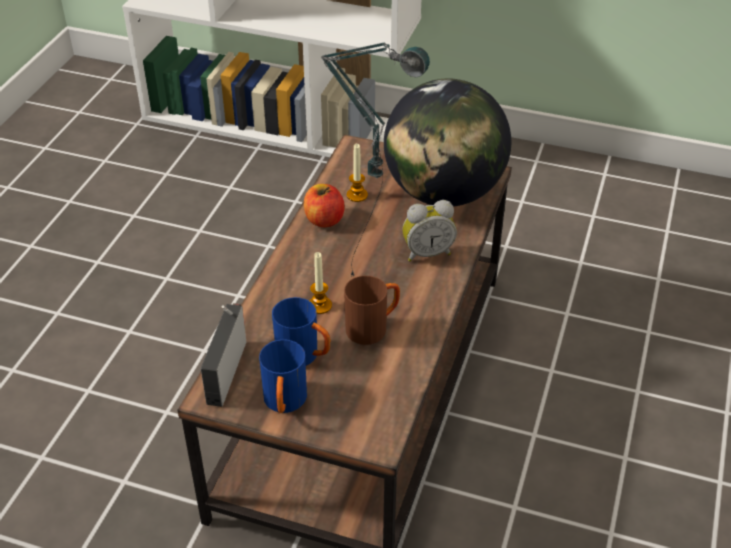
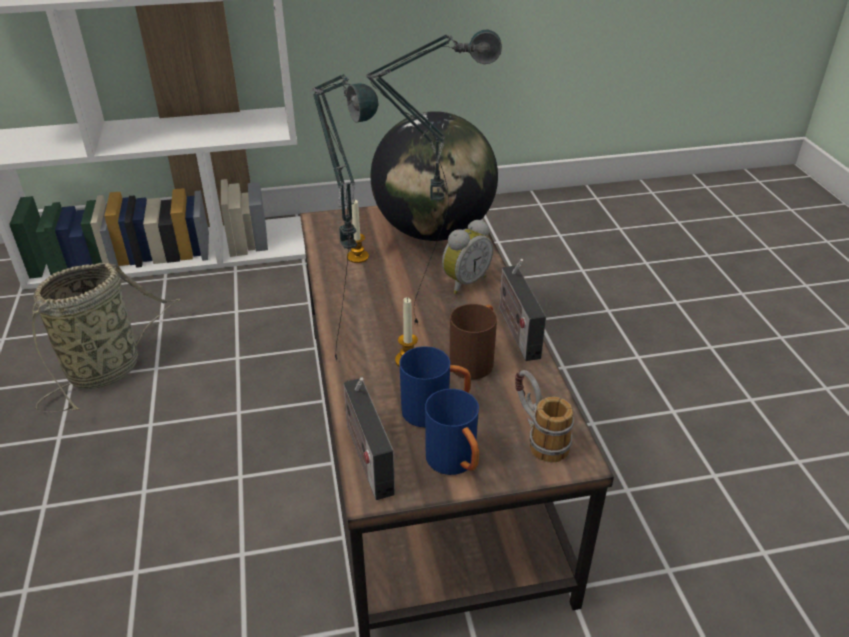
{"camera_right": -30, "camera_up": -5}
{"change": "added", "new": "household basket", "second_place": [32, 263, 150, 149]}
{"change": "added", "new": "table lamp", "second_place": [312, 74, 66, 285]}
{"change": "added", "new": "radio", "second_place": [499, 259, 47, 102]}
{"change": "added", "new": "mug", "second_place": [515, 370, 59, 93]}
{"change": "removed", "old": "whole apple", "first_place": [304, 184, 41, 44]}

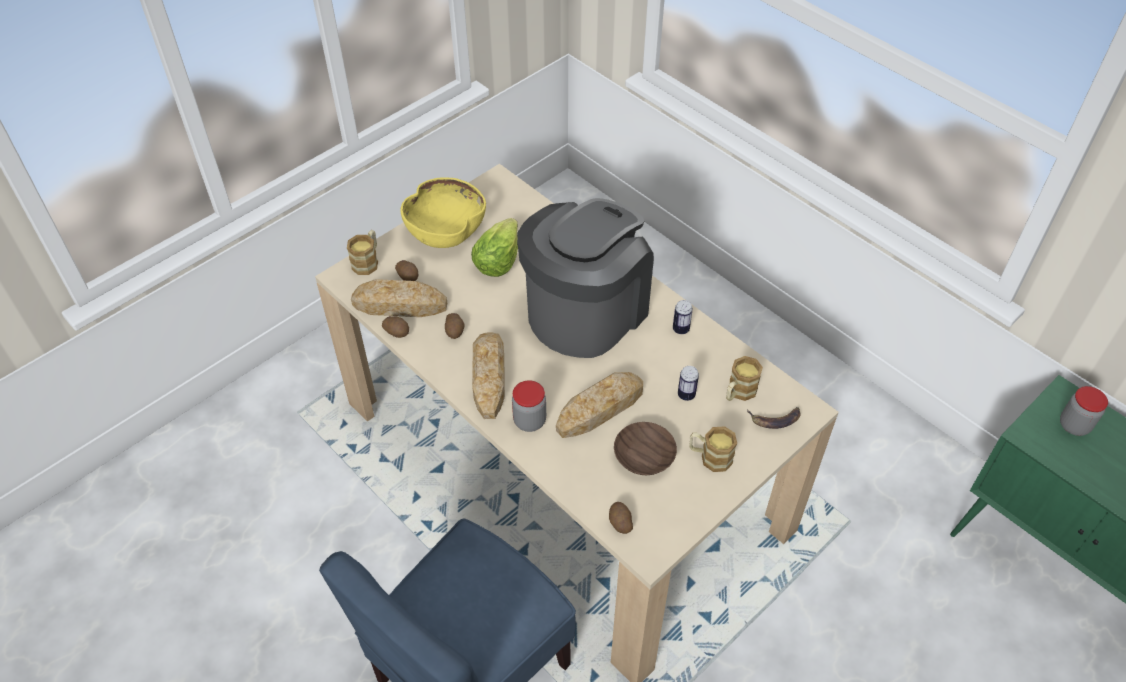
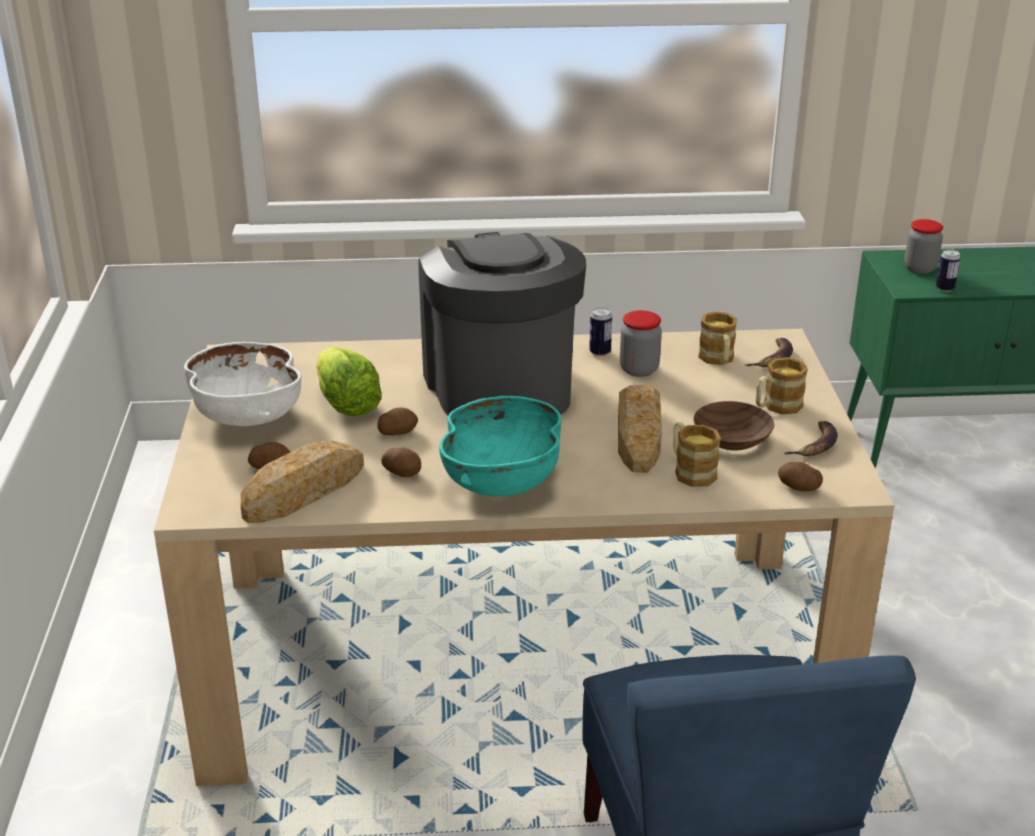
{"camera_right": -50, "camera_up": -20}
{"change": "recoloured", "old": "serving bowl (yellow-coloured)", "new": "serving bowl (whitish)", "first_place": [401, 177, 85, 71], "second_place": [184, 342, 117, 84]}
{"change": "moved", "old": "spud", "first_place": [382, 316, 27, 22], "second_place": [377, 408, 41, 28]}
{"change": "replaced", "old": "bread", "new": "serving bowl (turquoise)", "first_place": [472, 332, 33, 87], "second_place": [439, 396, 122, 100]}
{"change": "moved", "old": "preserve jar", "first_place": [512, 380, 34, 52], "second_place": [620, 310, 42, 67]}
{"change": "moved", "old": "mug", "first_place": [347, 230, 31, 45], "second_place": [673, 422, 48, 65]}
{"change": "added", "new": "banana fruit", "second_place": [783, 421, 55, 35]}
{"change": "moved", "old": "metal can", "first_place": [678, 366, 21, 35], "second_place": [936, 249, 25, 43]}

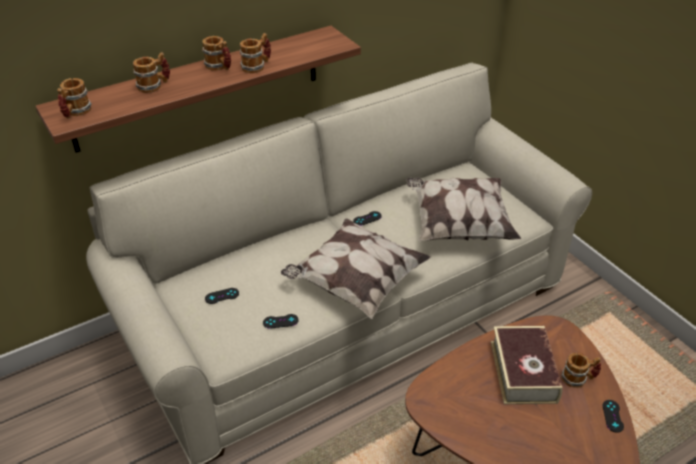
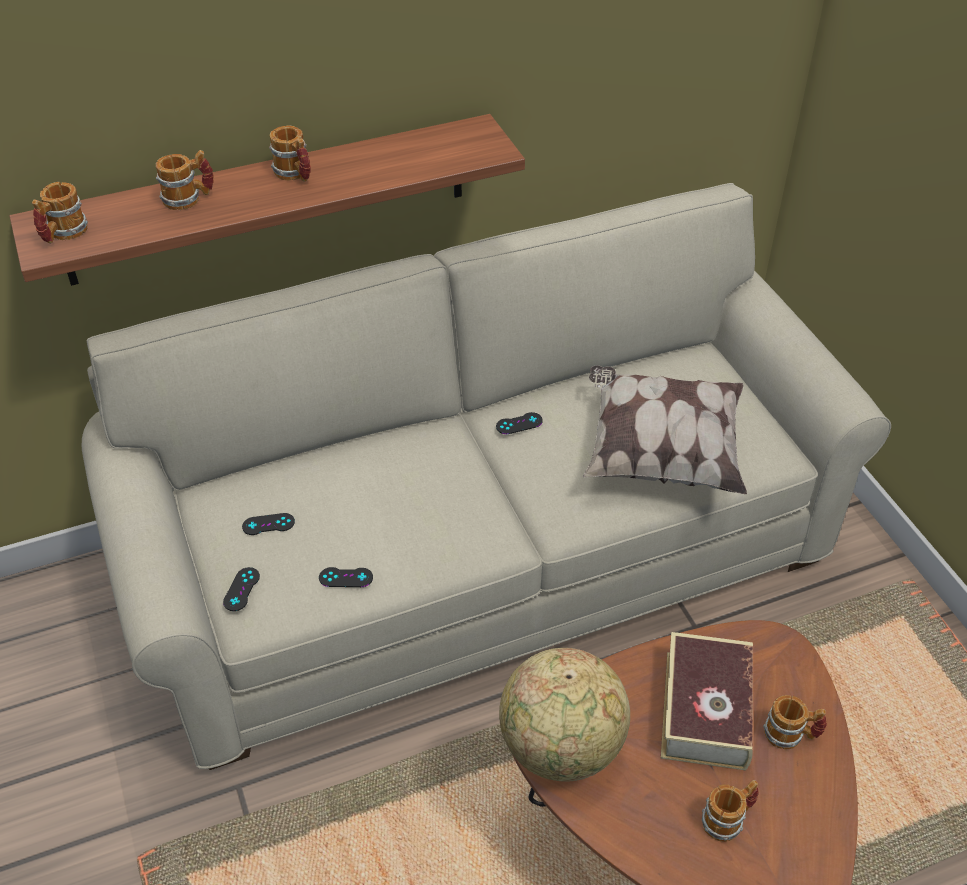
{"camera_right": 10, "camera_up": 5}
{"change": "moved", "old": "gamepad (black)", "first_place": [603, 400, 21, 33], "second_place": [223, 567, 37, 44]}
{"change": "added", "new": "desk globe", "second_place": [499, 648, 131, 134]}
{"change": "moved", "old": "mug", "first_place": [240, 33, 31, 40], "second_place": [702, 780, 57, 62]}
{"change": "removed", "old": "cushion", "first_place": [281, 218, 150, 101]}

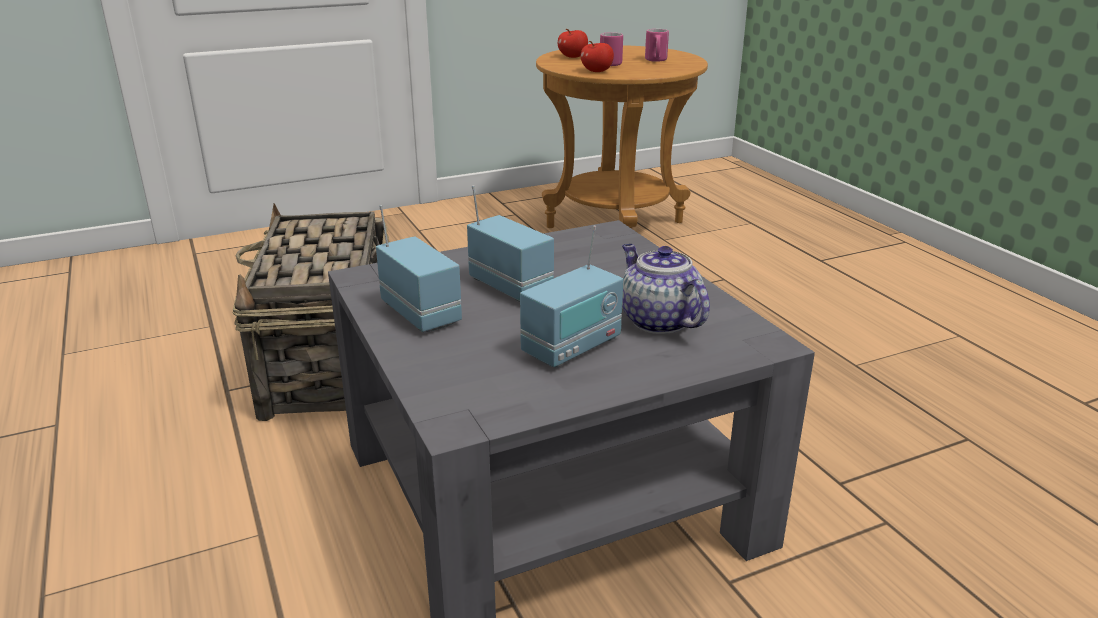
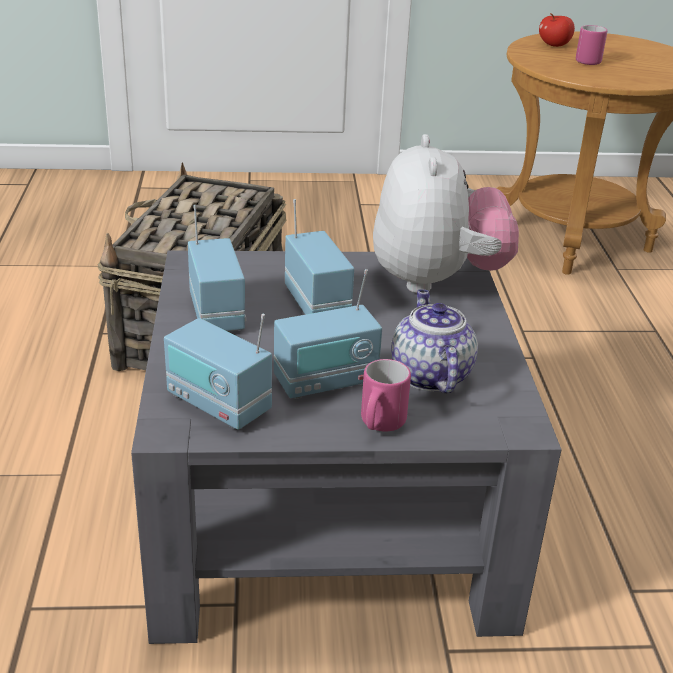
{"camera_right": 20, "camera_up": 5}
{"change": "added", "new": "radio", "second_place": [164, 314, 108, 116]}
{"change": "moved", "old": "mug (pinkish)", "first_place": [645, 29, 24, 33], "second_place": [361, 359, 50, 73]}
{"change": "added", "new": "plush toy", "second_place": [373, 134, 146, 160]}
{"change": "removed", "old": "whole apple", "first_place": [581, 41, 33, 31]}

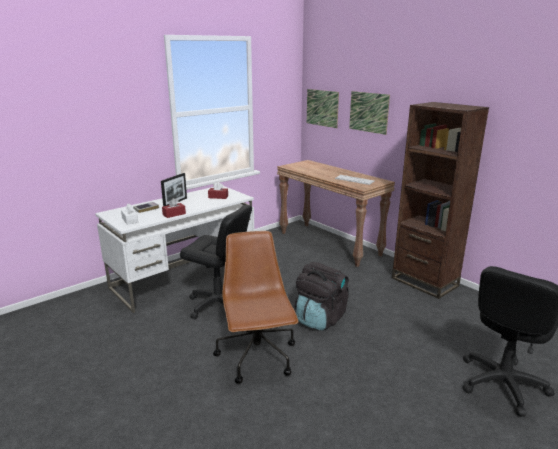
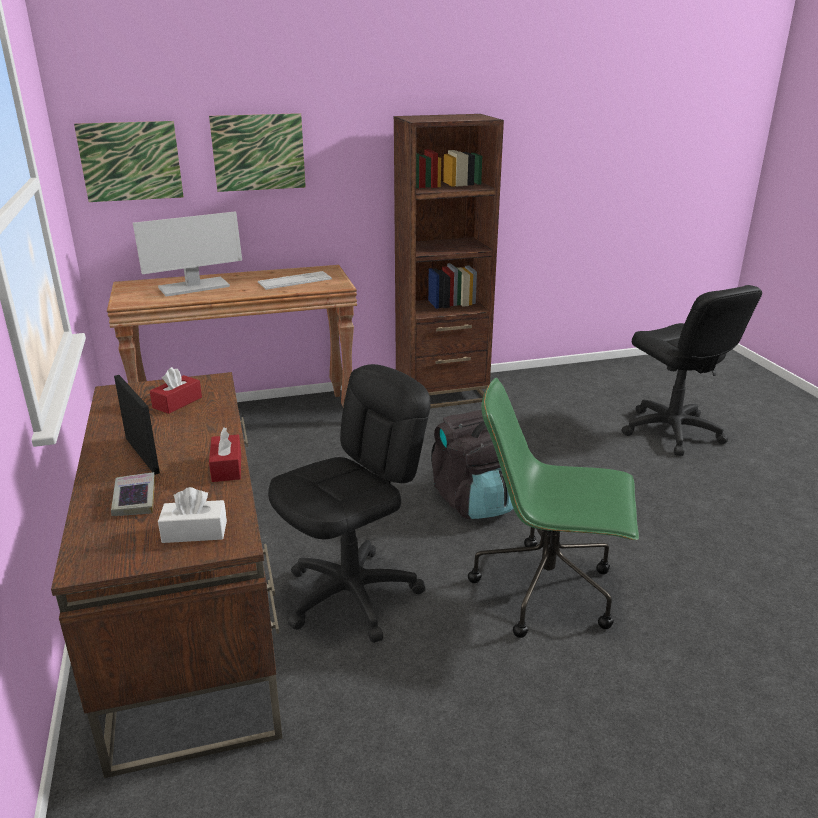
{"camera_right": -65, "camera_up": 5}
{"change": "recoloured", "old": "desk unit (whitish)", "new": "desk unit (brown)", "first_place": [95, 186, 159, 127], "second_place": [51, 372, 231, 406]}
{"change": "added", "new": "computer display", "second_place": [133, 211, 109, 86]}
{"change": "recoloured", "old": "office chair (brown)", "new": "office chair (green)", "first_place": [213, 231, 85, 153], "second_place": [468, 378, 171, 260]}

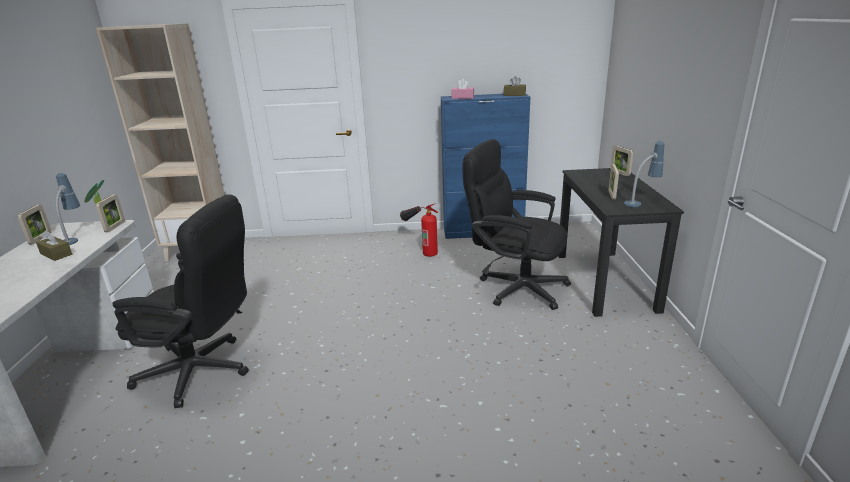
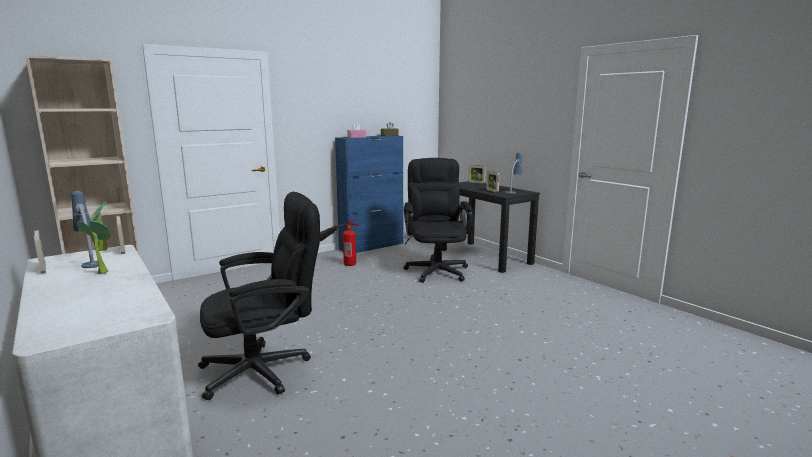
{"camera_right": -35, "camera_up": -10}
{"change": "replaced", "old": "box of tissues (brown)", "new": "houseplant", "first_place": [36, 230, 36, 31], "second_place": [76, 221, 35, 53]}
{"change": "turned", "old": "office chair (black)", "first_place": [462, 139, 109, 171], "second_place": [404, 158, 68, 125], "degrees": 90}

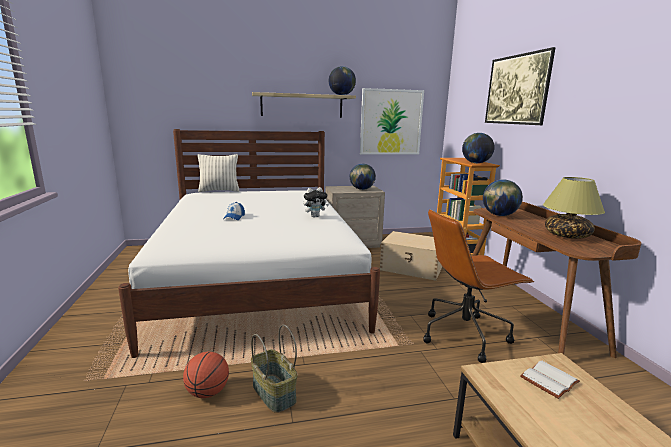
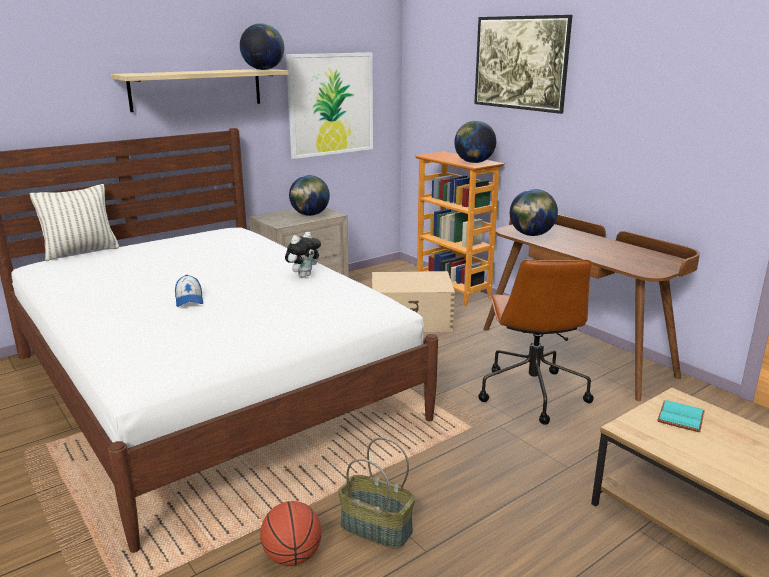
{"camera_right": -25, "camera_up": 5}
{"change": "turned", "old": "office chair (brown)", "first_place": [423, 209, 111, 154], "second_place": [478, 260, 116, 165], "degrees": -45}
{"change": "recoloured", "old": "volume (whitish)", "new": "volume (turquoise)", "first_place": [520, 361, 60, 38], "second_place": [657, 400, 48, 32]}
{"change": "removed", "old": "table lamp", "first_place": [543, 177, 62, 62]}

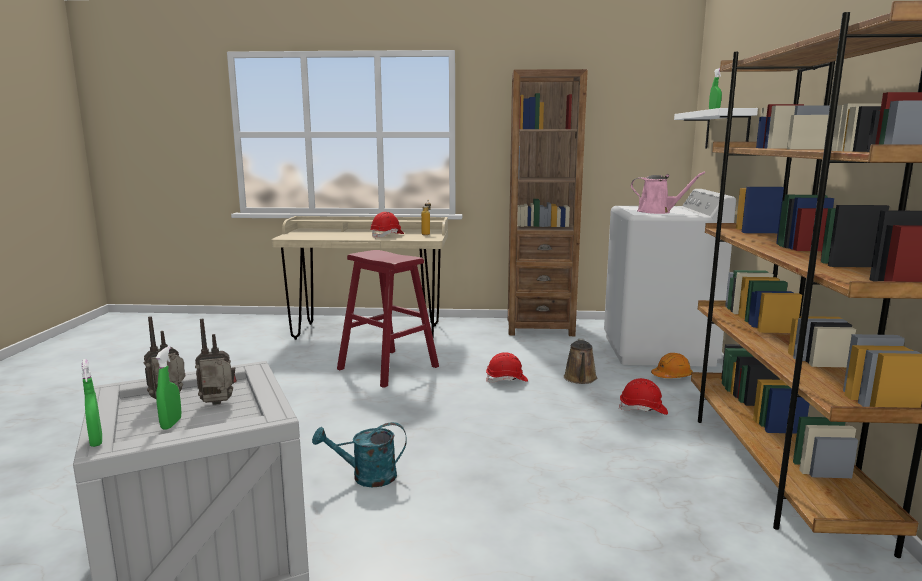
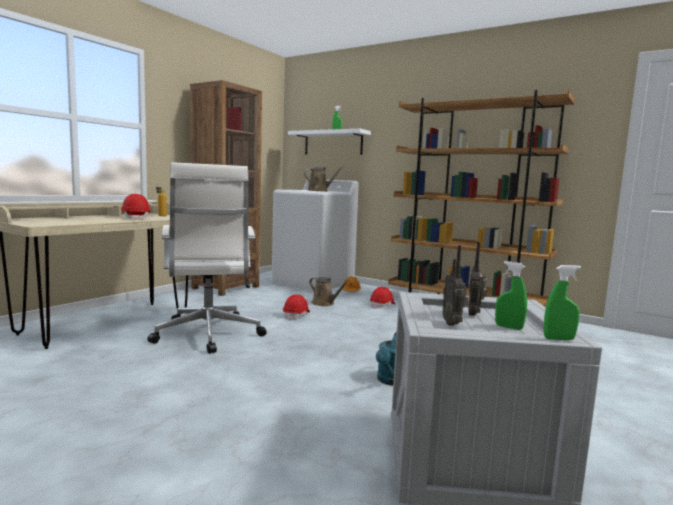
{"camera_right": -60, "camera_up": -5}
{"change": "replaced", "old": "stool seat (reddish)", "new": "office chair (whitish)", "first_place": [337, 250, 102, 138], "second_place": [147, 162, 120, 192]}
{"change": "recoloured", "old": "sprinkling can (pinkish)", "new": "sprinkling can (brown)", "first_place": [631, 172, 74, 42], "second_place": [304, 166, 40, 26]}

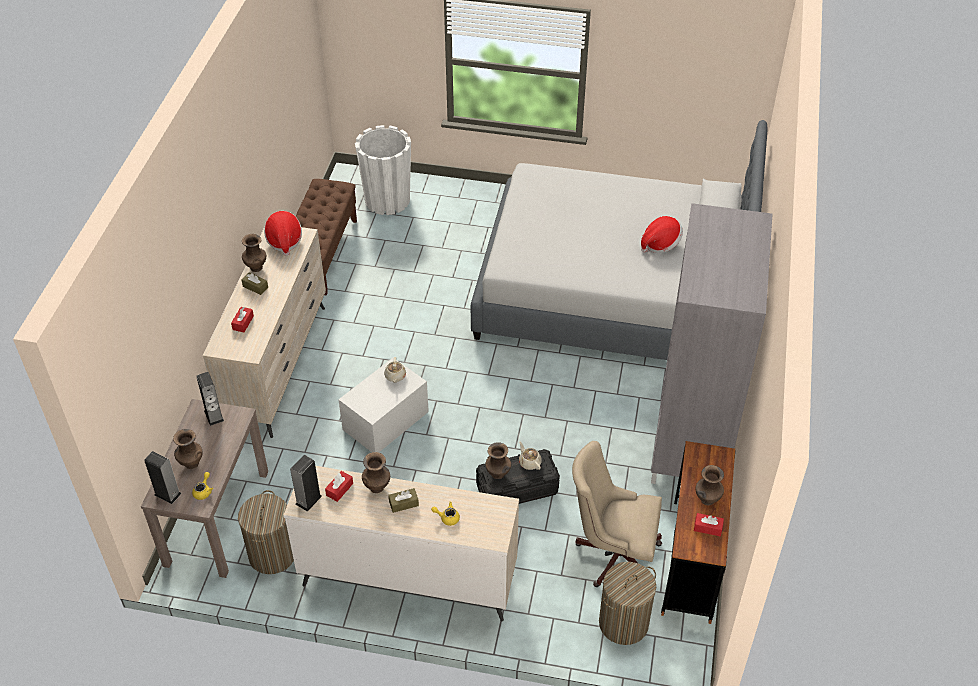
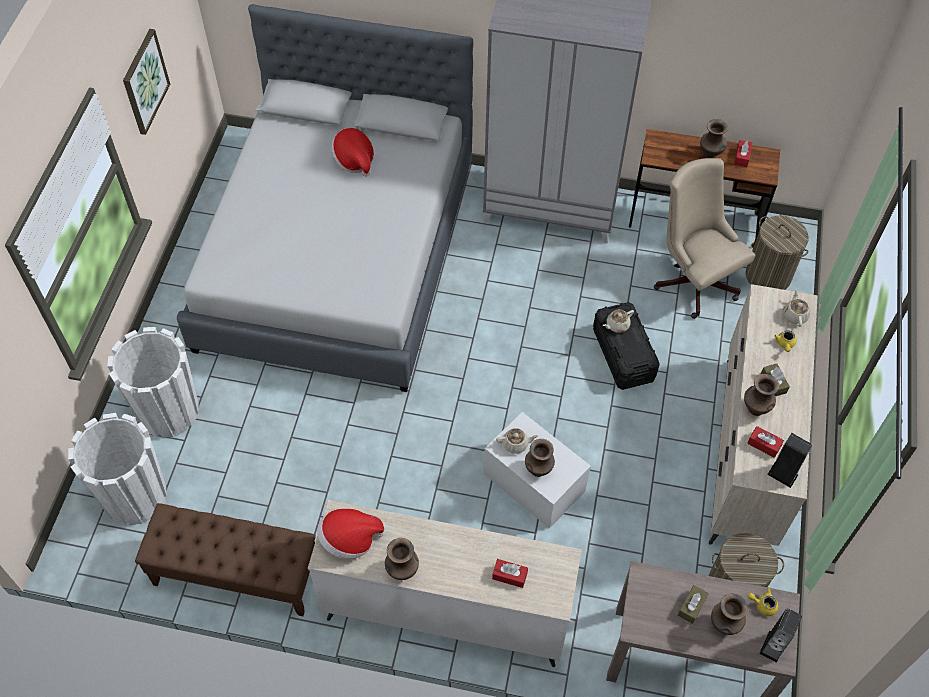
{"camera_right": -90, "camera_up": 10}
{"change": "added", "new": "plant pot (whitish)", "second_place": [107, 327, 92, 111]}
{"change": "added", "new": "wall picture", "second_place": [123, 29, 47, 106]}
{"change": "moved", "old": "decorative vase (brown)", "first_place": [485, 442, 26, 37], "second_place": [525, 439, 30, 38]}
{"change": "turned", "old": "office chair (beige)", "first_place": [572, 441, 90, 146], "second_place": [654, 158, 102, 161], "degrees": 135}
{"change": "moved", "old": "box of tissues (brown)", "first_place": [241, 272, 27, 23], "second_place": [678, 585, 31, 39]}
{"change": "added", "new": "tea pot (beige)", "second_place": [783, 288, 27, 39]}
{"change": "removed", "old": "audio speaker", "first_place": [196, 372, 28, 54]}

